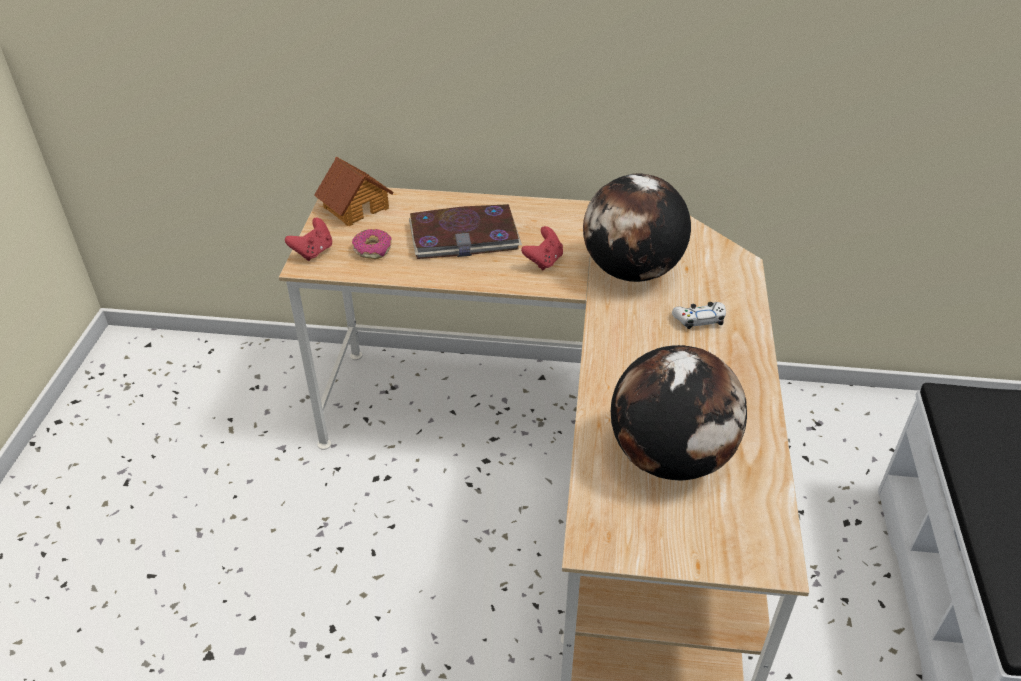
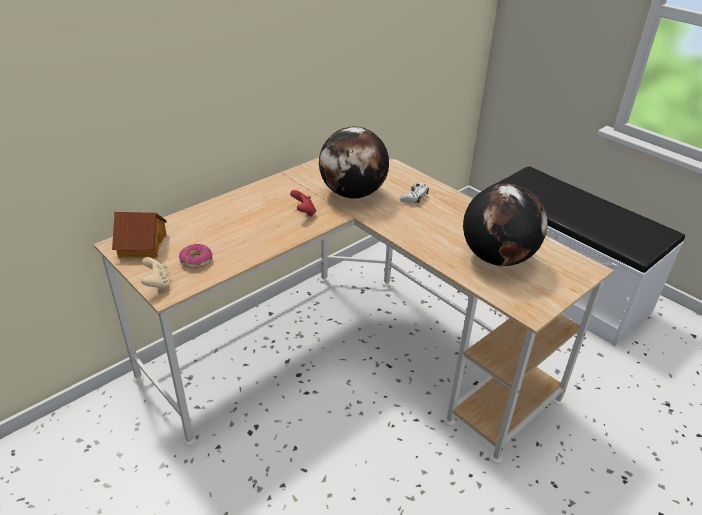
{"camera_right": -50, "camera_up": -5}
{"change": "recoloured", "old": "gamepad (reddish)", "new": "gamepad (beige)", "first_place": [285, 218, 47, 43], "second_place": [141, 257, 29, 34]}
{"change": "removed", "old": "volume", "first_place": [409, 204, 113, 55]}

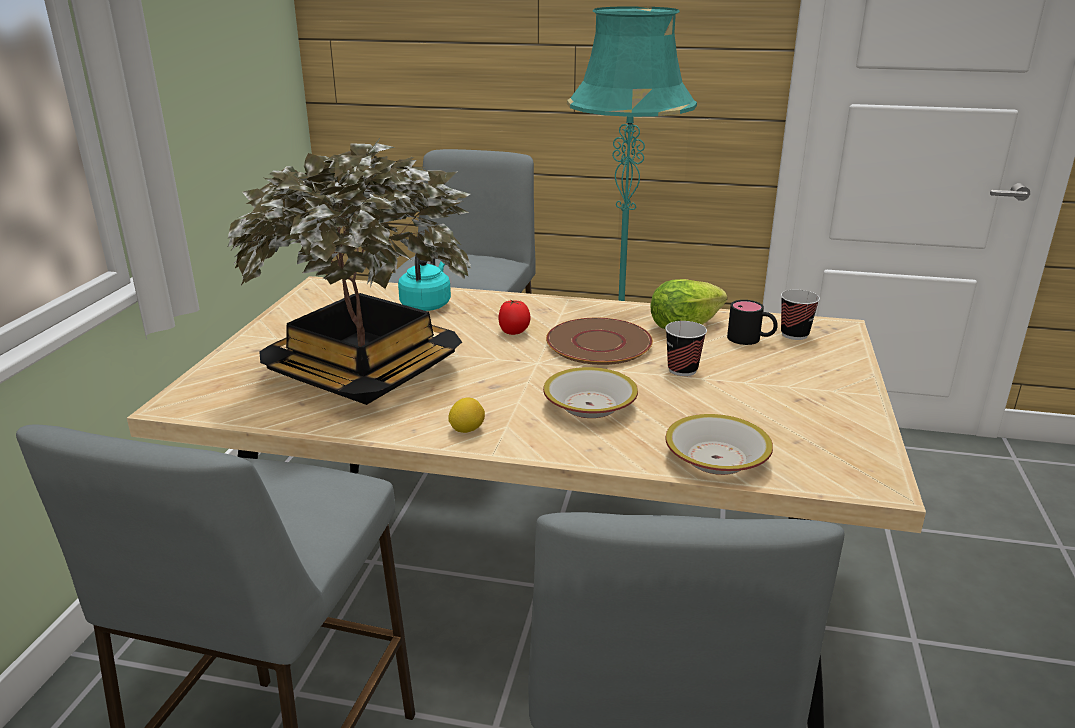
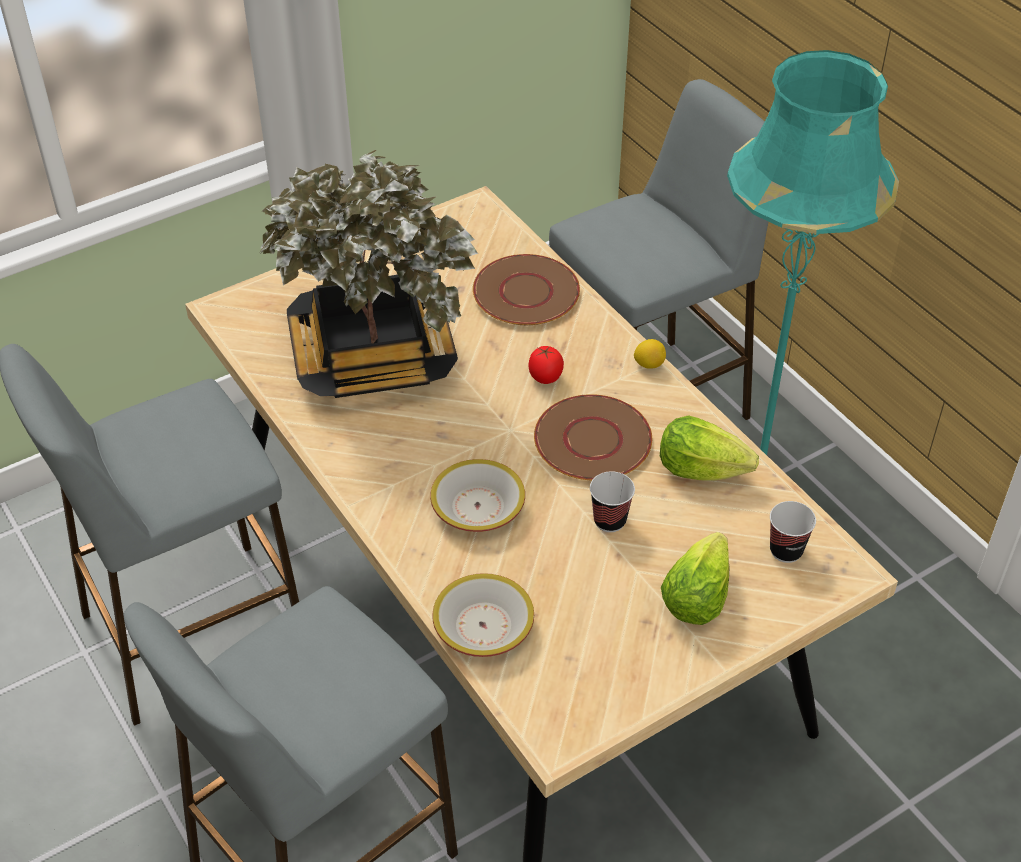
{"camera_right": 45, "camera_up": 20}
{"change": "replaced", "old": "water kettle (turquoise)", "new": "dinner plate (brown)", "first_place": [398, 255, 53, 56], "second_place": [473, 254, 107, 71]}
{"change": "moved", "old": "citrus fruit", "first_place": [448, 398, 37, 35], "second_place": [634, 339, 32, 30]}
{"change": "added", "new": "head of lettuce", "second_place": [661, 532, 68, 93]}
{"change": "removed", "old": "mug (black)", "first_place": [727, 300, 51, 45]}

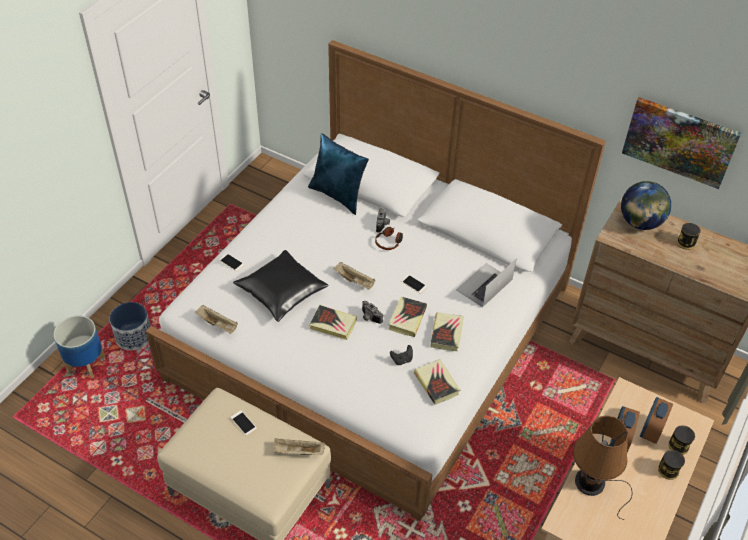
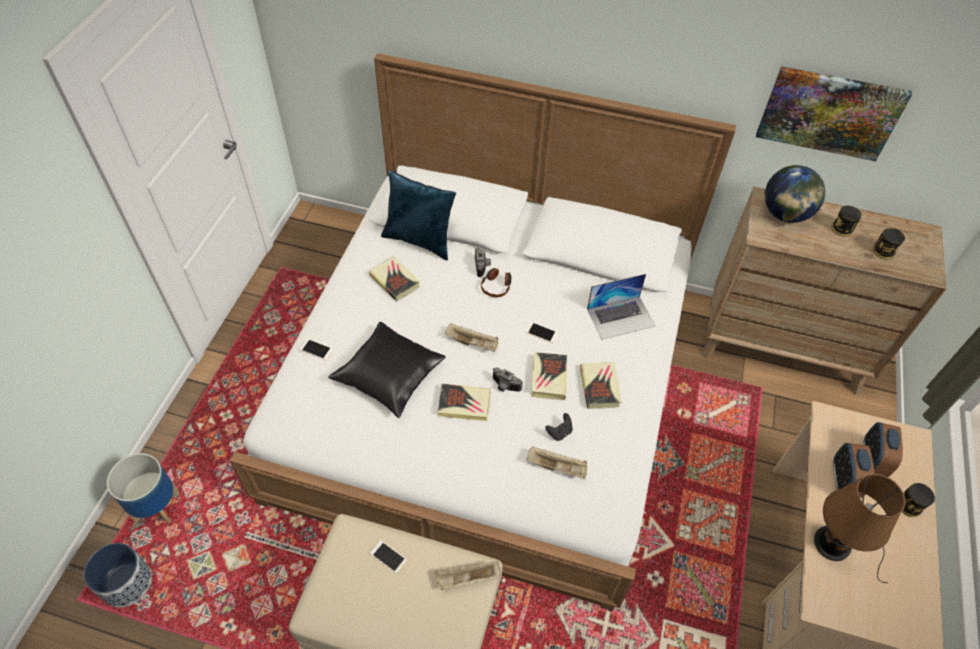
{"camera_right": -15, "camera_up": 5}
{"change": "moved", "old": "plant pot", "first_place": [109, 302, 42, 48], "second_place": [84, 543, 68, 64]}
{"change": "moved", "old": "volume", "first_place": [414, 359, 46, 46], "second_place": [369, 256, 51, 46]}
{"change": "moved", "old": "carrying tray (beige)", "first_place": [195, 305, 43, 29], "second_place": [526, 446, 61, 33]}
{"change": "turned", "old": "laptop", "first_place": [456, 259, 60, 49], "second_place": [587, 274, 68, 66], "degrees": -135}
{"change": "moved", "old": "metal can", "first_place": [669, 425, 26, 30], "second_place": [873, 228, 32, 32]}

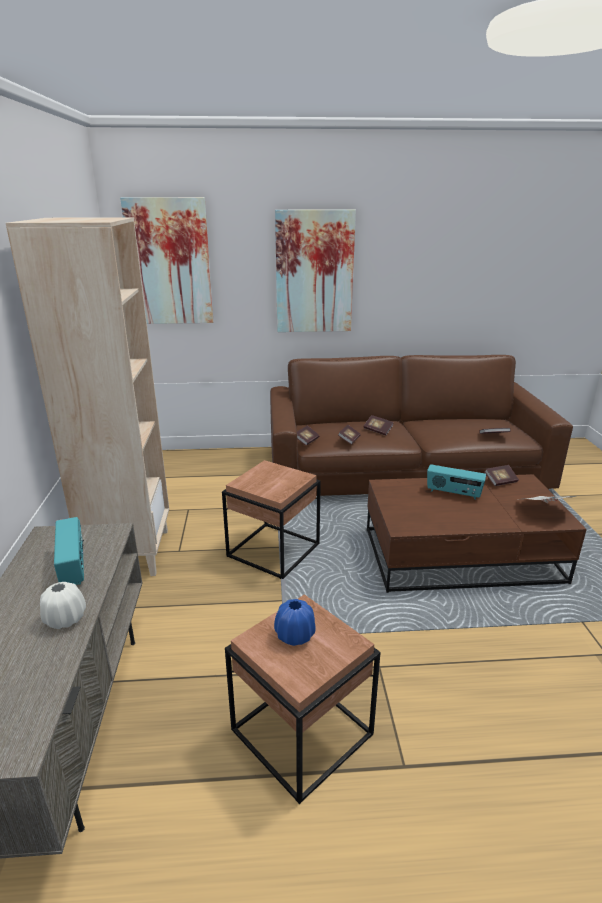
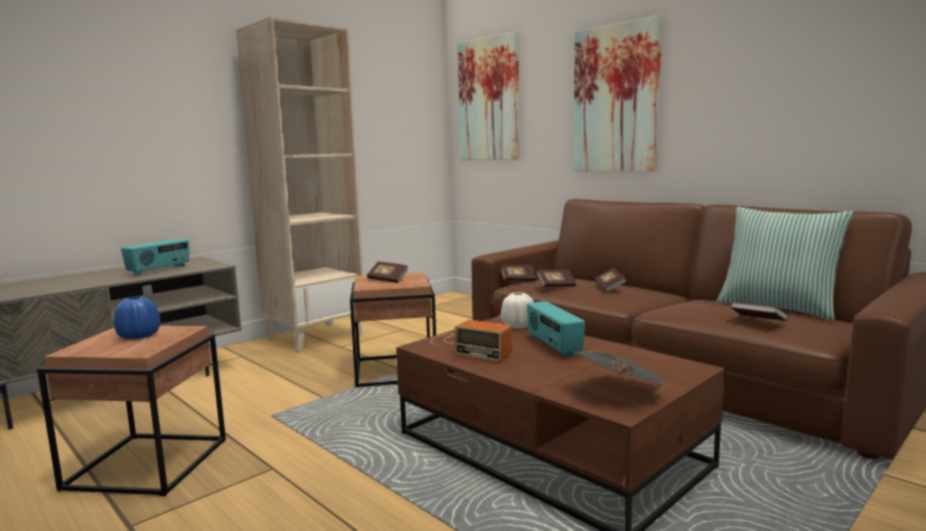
{"camera_right": 50, "camera_up": -15}
{"change": "moved", "old": "volume", "first_place": [484, 465, 35, 21], "second_place": [367, 262, 41, 21]}
{"change": "added", "new": "radio", "second_place": [431, 320, 81, 41]}
{"change": "moved", "old": "decorative vase (whitish)", "first_place": [40, 582, 46, 47], "second_place": [501, 292, 33, 36]}
{"change": "added", "new": "cushion", "second_place": [717, 207, 137, 113]}

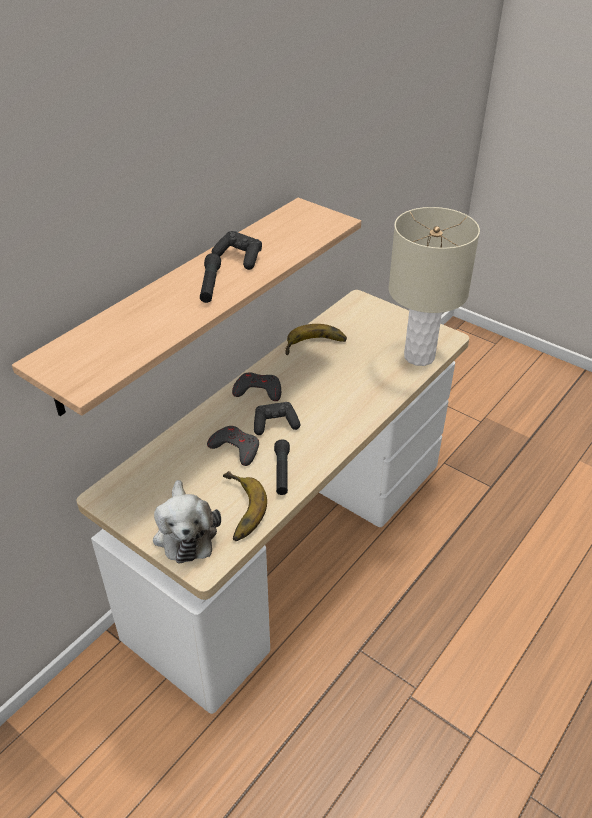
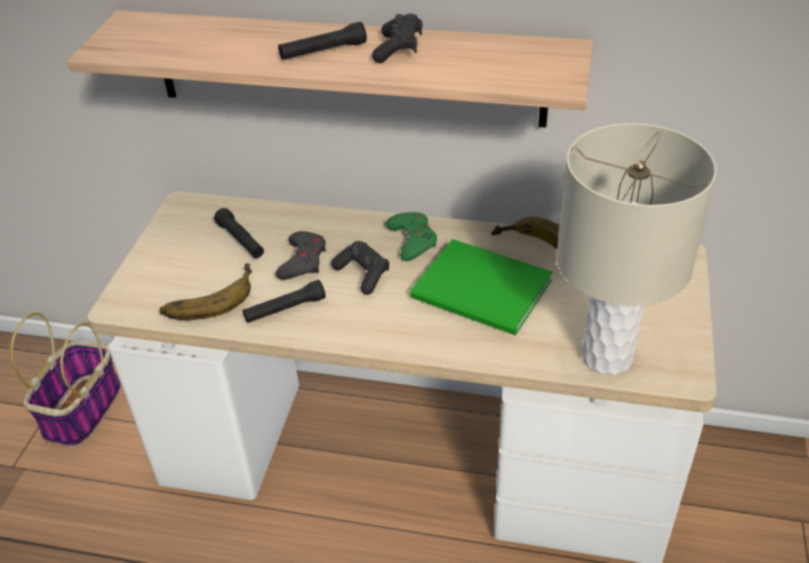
{"camera_right": 65, "camera_up": 0}
{"change": "added", "new": "household basket", "second_place": [10, 313, 111, 135]}
{"change": "added", "new": "flashlight (black)", "second_place": [214, 208, 50, 50]}
{"change": "recoloured", "old": "gamepad (greyish)", "new": "gamepad (green)", "first_place": [232, 372, 49, 29], "second_place": [386, 212, 51, 49]}
{"change": "added", "new": "volume (green)", "second_place": [410, 239, 143, 96]}
{"change": "removed", "old": "plush toy", "first_place": [153, 480, 68, 84]}

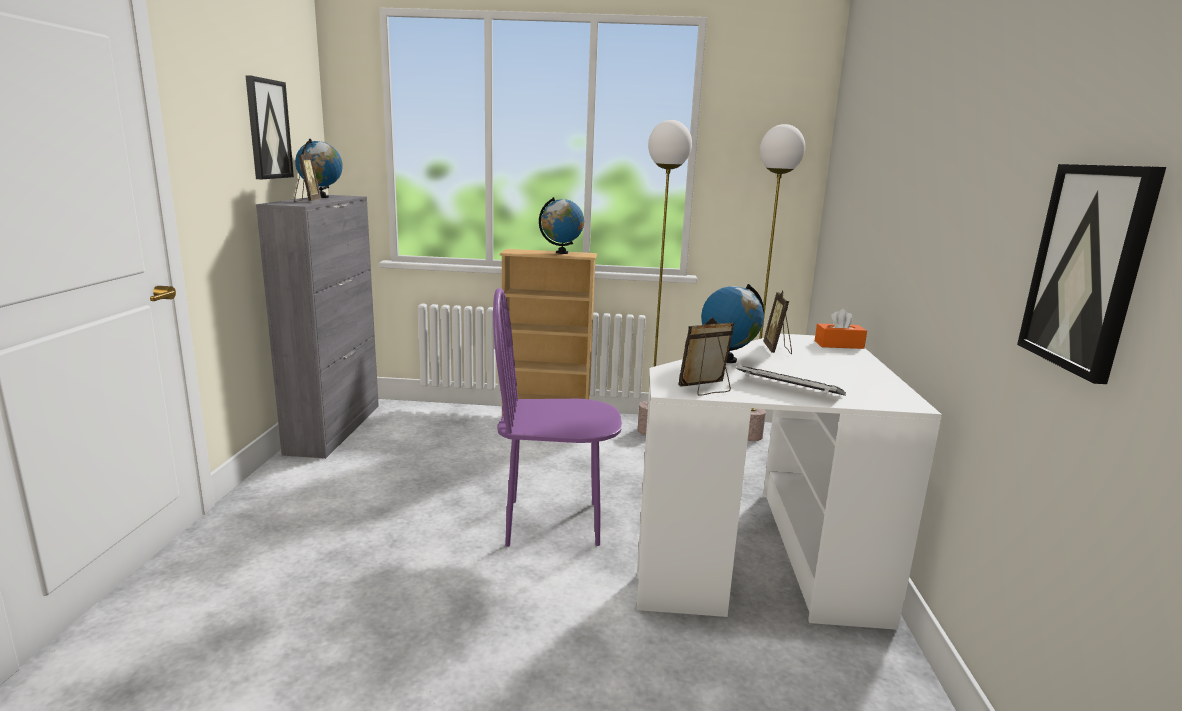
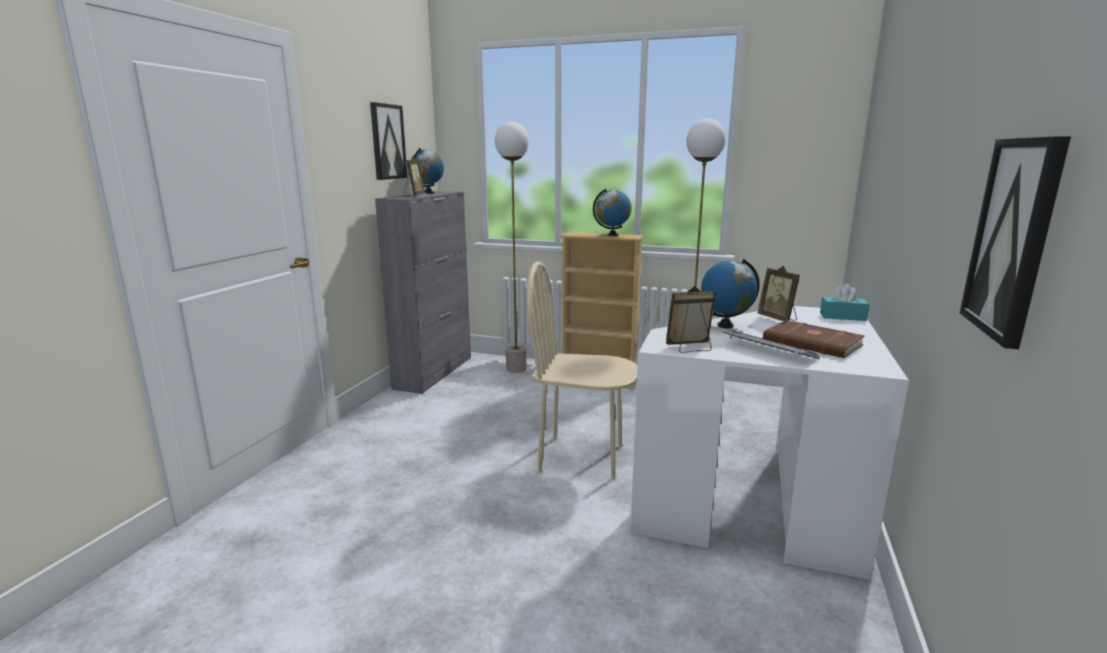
{"camera_right": 15, "camera_up": 0}
{"change": "moved", "old": "floor lamp", "first_place": [748, 124, 57, 317], "second_place": [495, 122, 34, 251]}
{"change": "recoloured", "old": "upright chair (purple-coloured)", "new": "upright chair (beige)", "first_place": [493, 288, 129, 259], "second_place": [527, 261, 111, 218]}
{"change": "turned", "old": "standing frame", "first_place": [763, 291, 29, 63], "second_place": [758, 266, 42, 55], "degrees": -45}
{"change": "added", "new": "volume (brown)", "second_place": [763, 320, 101, 38]}
{"change": "recoloured", "old": "box of tissues (orange)", "new": "box of tissues (turquoise)", "first_place": [815, 309, 52, 40], "second_place": [820, 284, 49, 37]}

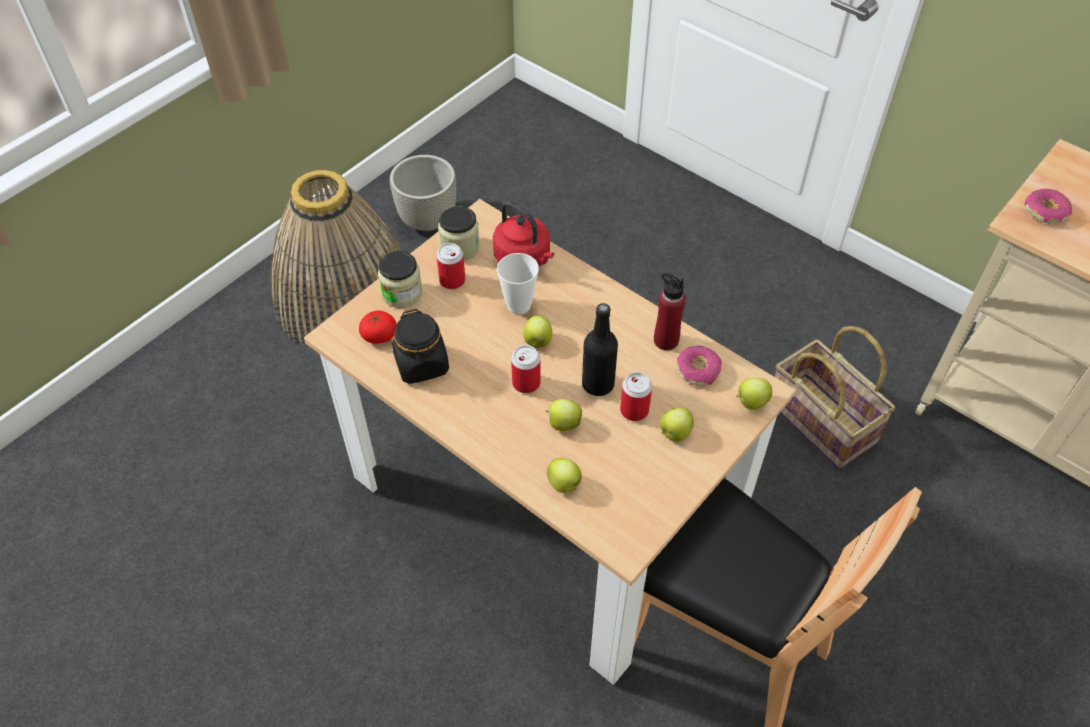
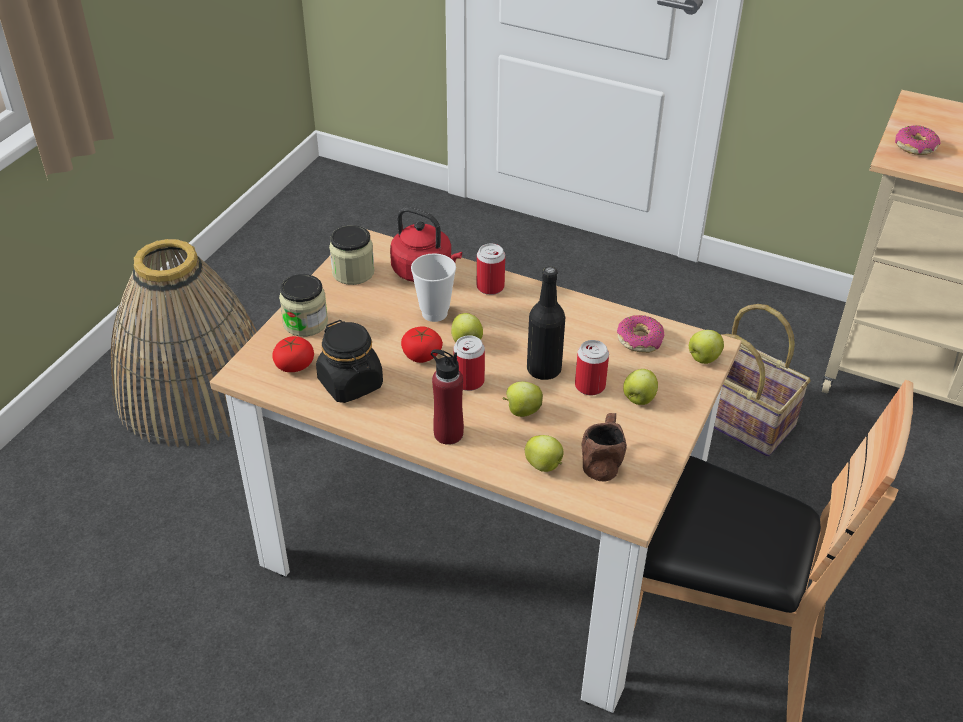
{"camera_right": -15, "camera_up": -10}
{"change": "added", "new": "tomato", "second_place": [401, 326, 42, 37]}
{"change": "moved", "old": "drink bottle (reddish)", "first_place": [654, 273, 32, 77], "second_place": [431, 349, 33, 96]}
{"change": "moved", "old": "metal can", "first_place": [436, 243, 29, 46], "second_place": [477, 243, 28, 52]}
{"change": "added", "new": "mug (brown)", "second_place": [581, 413, 46, 68]}
{"change": "removed", "old": "plant pot (greyish)", "first_place": [390, 155, 66, 76]}

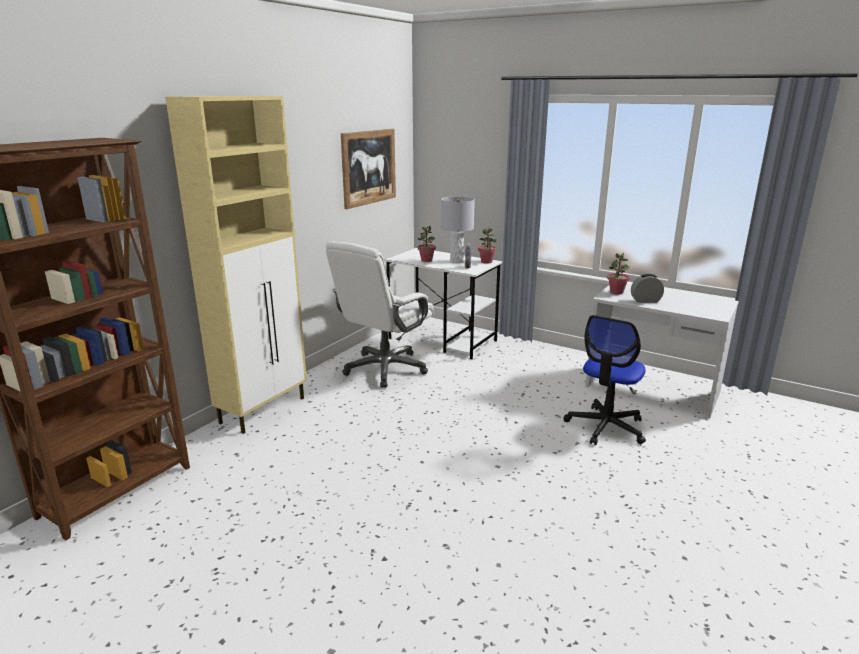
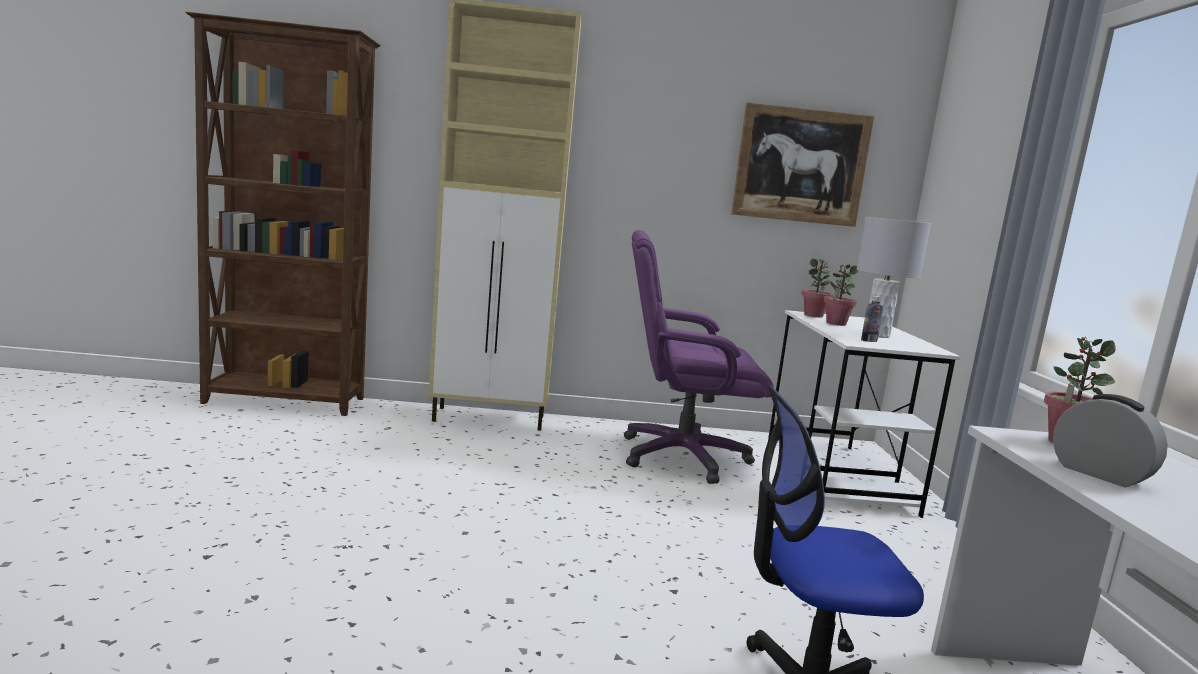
{"camera_right": 55, "camera_up": -10}
{"change": "recoloured", "old": "office chair (whitish)", "new": "office chair (purple-coloured)", "first_place": [326, 241, 109, 147], "second_place": [624, 230, 150, 254]}
{"change": "moved", "old": "houseplant", "first_place": [478, 228, 19, 36], "second_place": [802, 259, 31, 58]}

